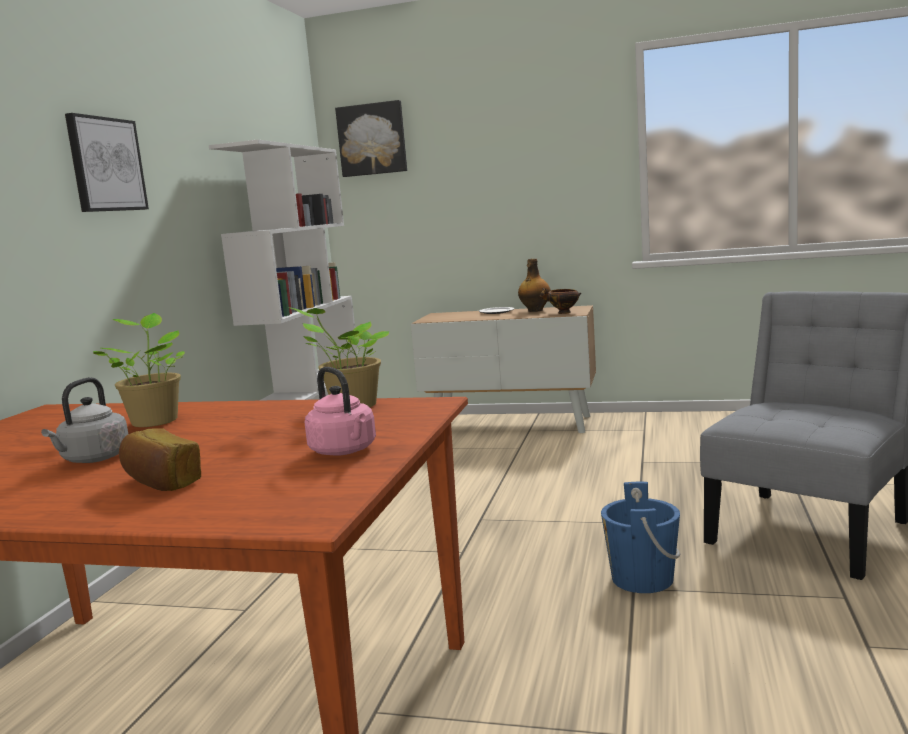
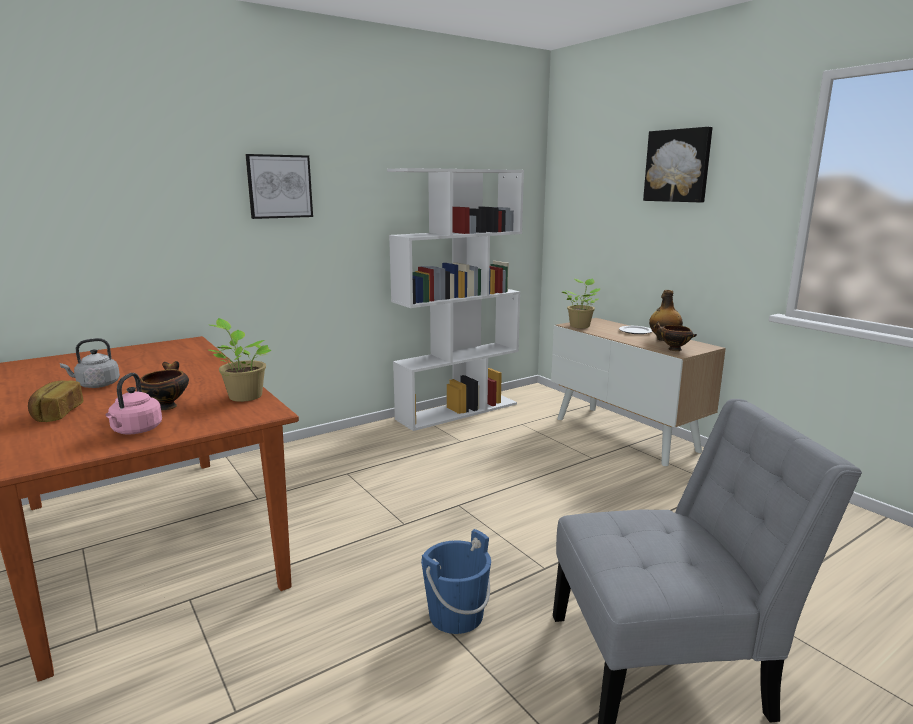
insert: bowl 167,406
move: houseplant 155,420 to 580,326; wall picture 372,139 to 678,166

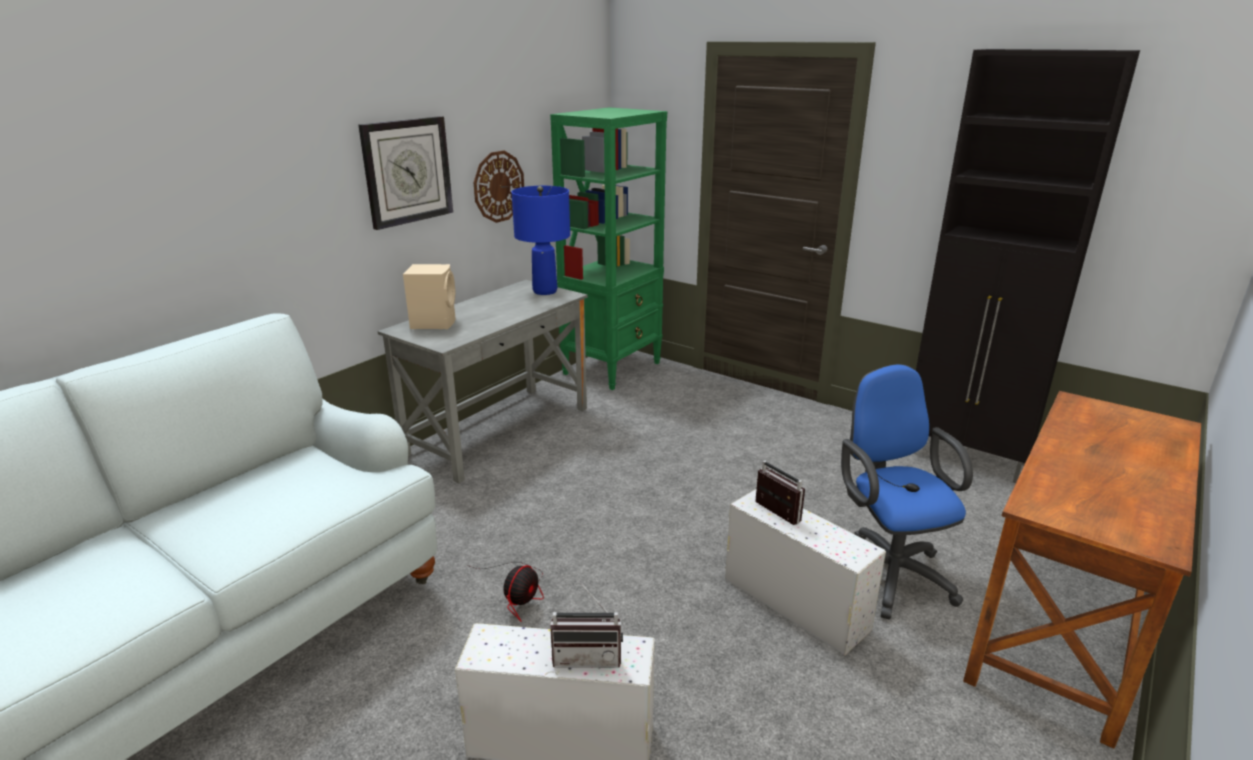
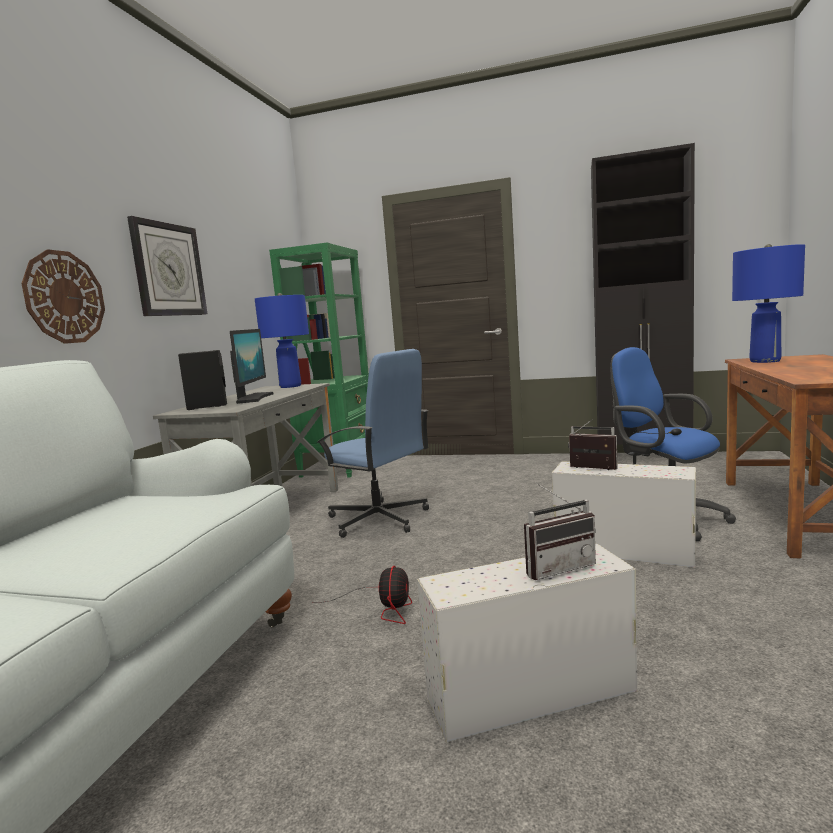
insert: computer display 253,398; computer chair (blue-coloured) 379,519; tabletop lamp (blue-coloured) 764,361
move: hanging clock 498,186 to 64,297
recolor: speaker (sand-coloured) 434,322 to speaker (blackish) 207,405

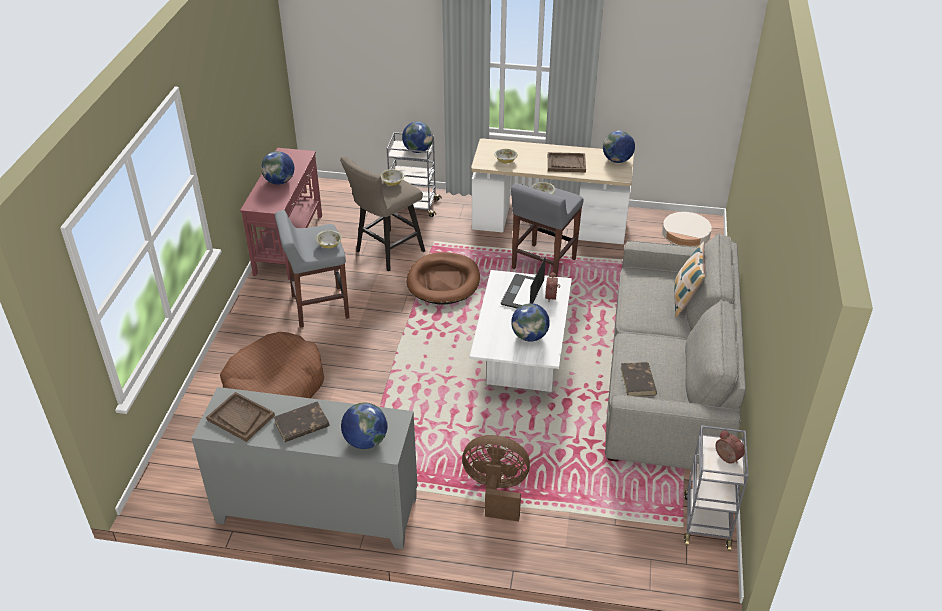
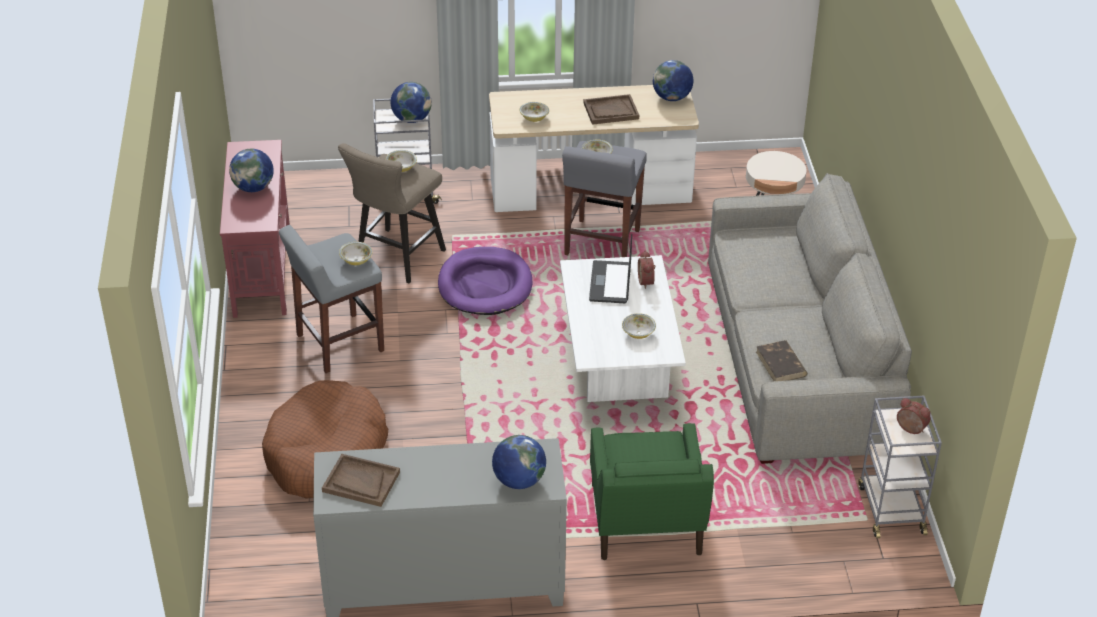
delete: book (brownish) 301,424; pillow 685,300
replace: cooling fan (brownish) 496,491 to easy chair (greenish) 645,522; desk globe 529,336 to bowl 638,333
recolor: dog bed (brownish) 443,281 to dog bed (purple-coloured) 485,285

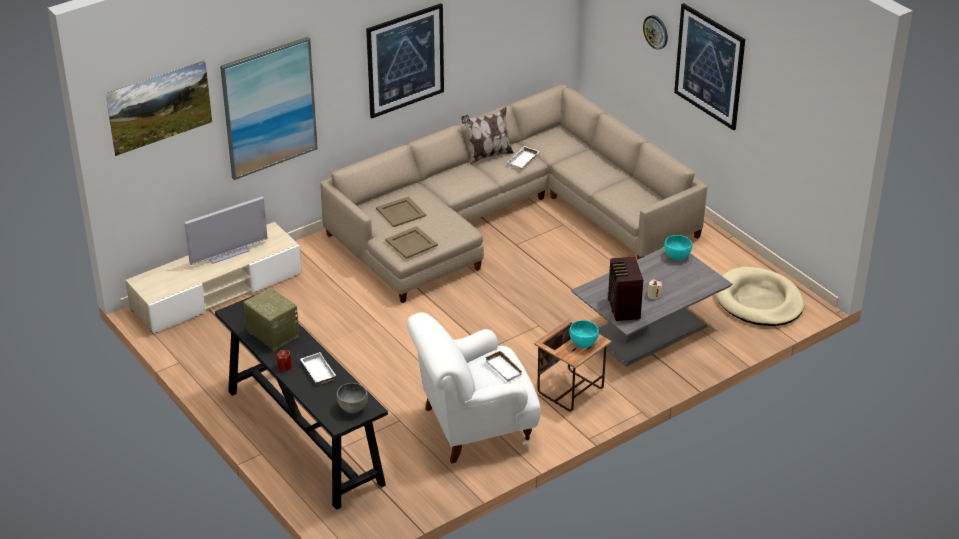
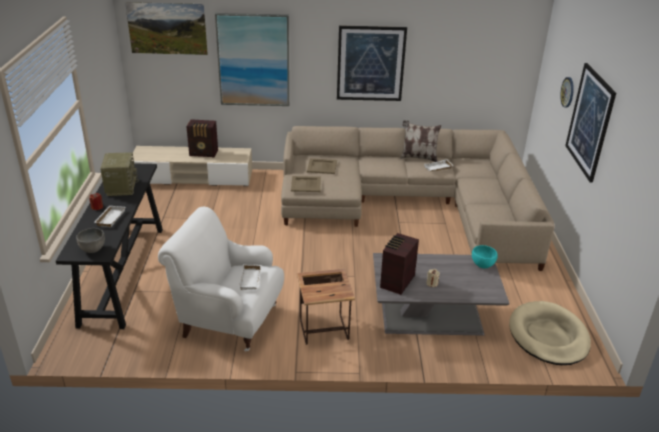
delete: bowl (turquoise) 583,343
replace: TV set 228,253 to radio receiver 204,153

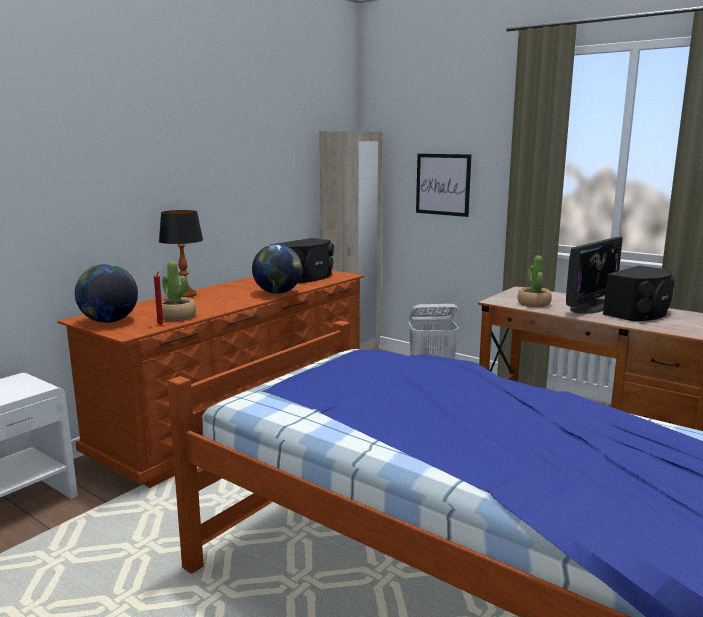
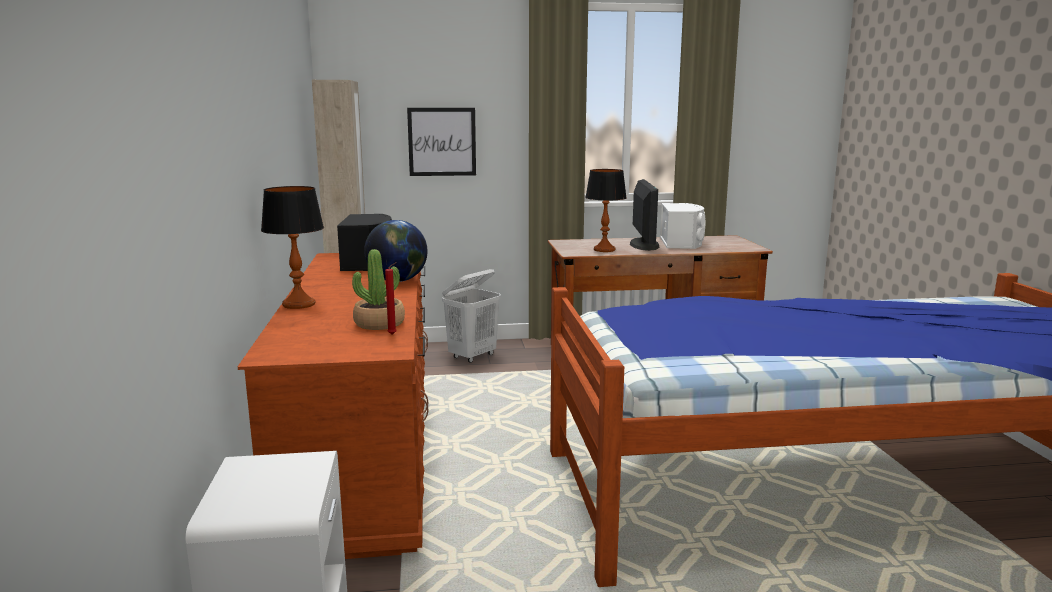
delete: desk globe 109,321
replace: houseplant 533,304 to tabletop lamp 604,250
recolor: speaker (blackish) 639,313 to speaker (whitish) 681,242

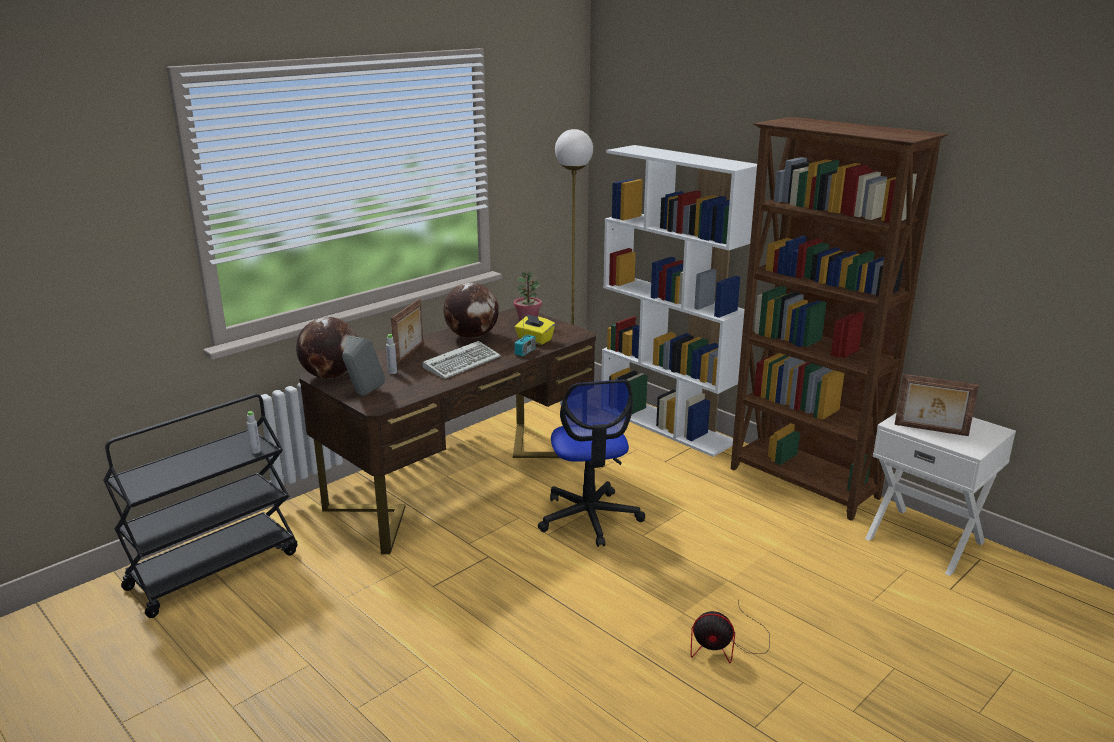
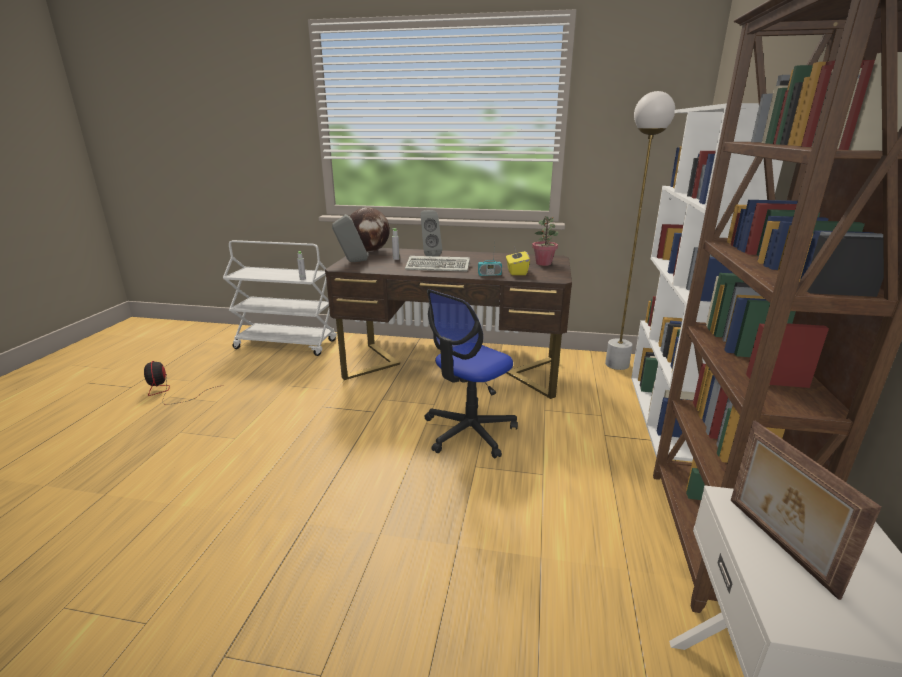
delete: desk globe 472,336
move: cooling fan 726,645 to 169,392
replace: picture frame 410,355 to speaker (greyish) 429,255
recolor: trolley (blackish) 214,569 to trolley (whitish) 287,344

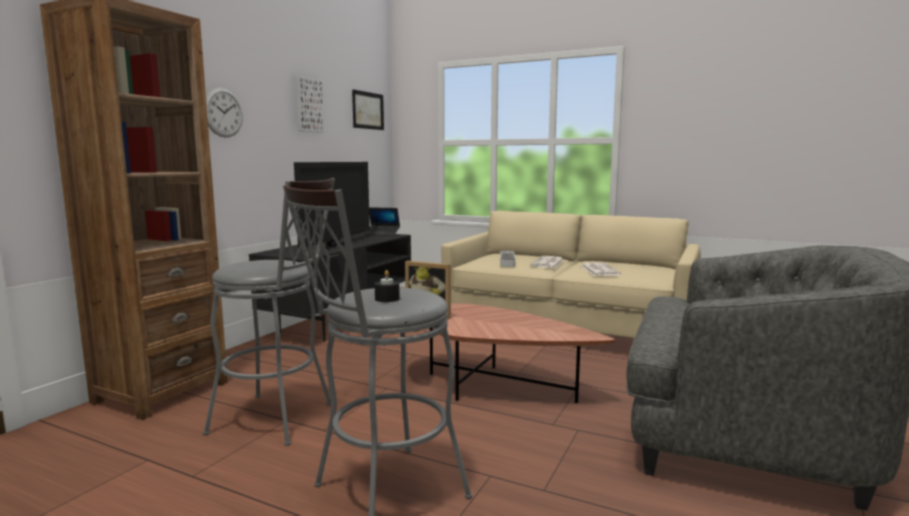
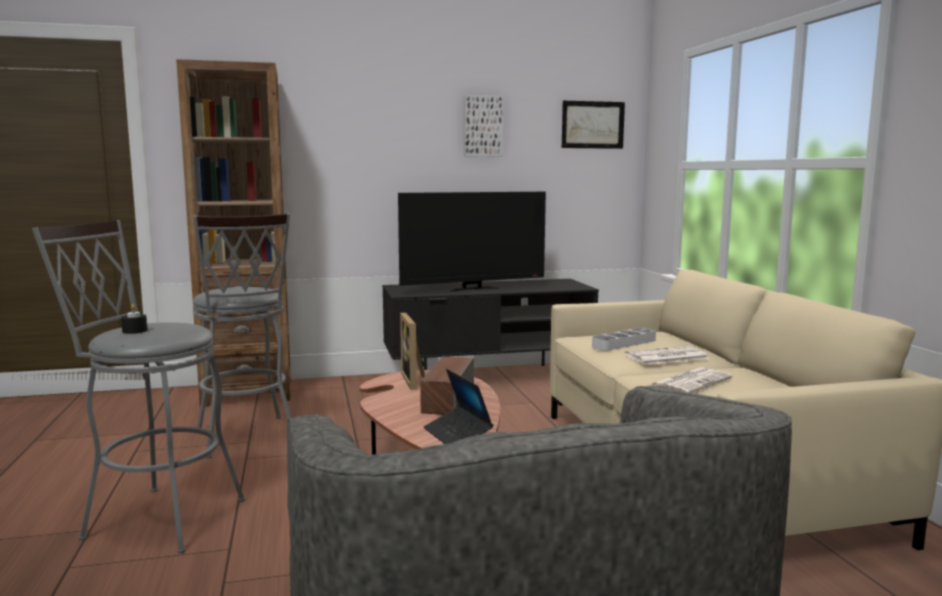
delete: hanging clock 223,112
insert: speaker 448,399
move: laptop 382,234 to 457,435

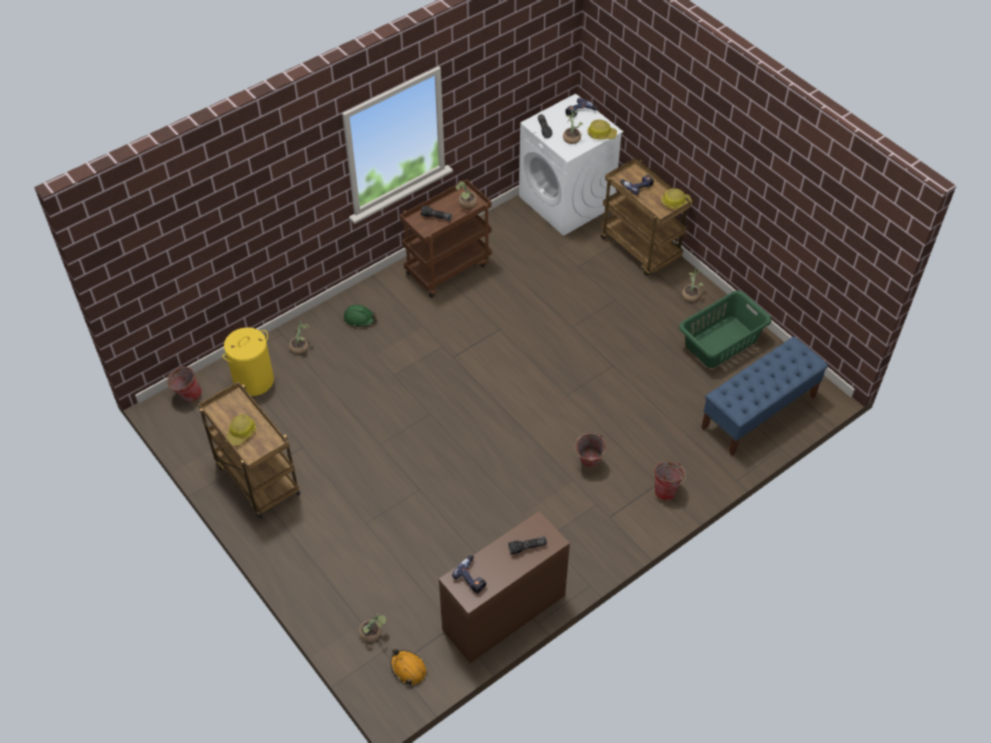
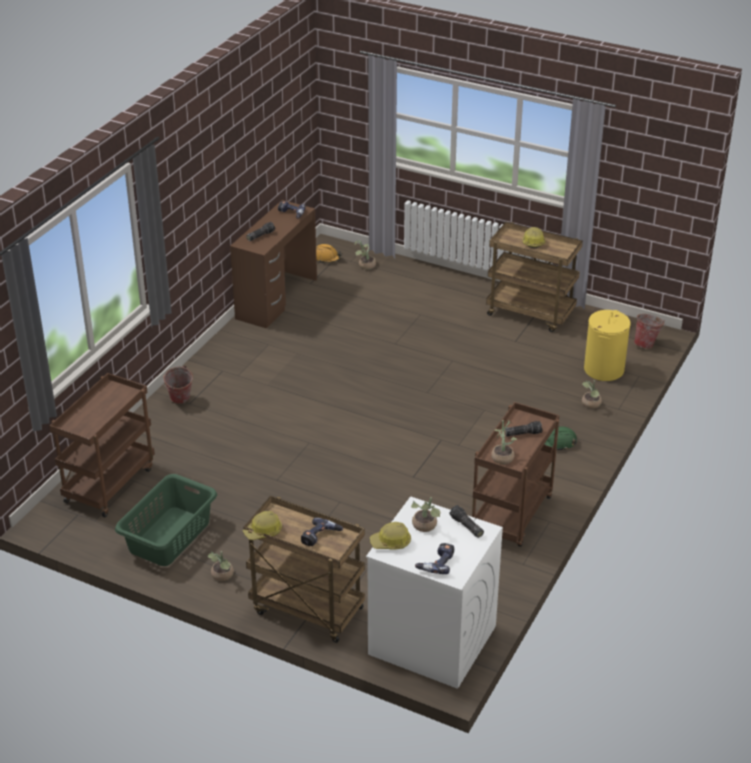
delete: pail 588,463
replace: indoor bench (blue-coloured) 758,412 to trolley (brownish) 109,483

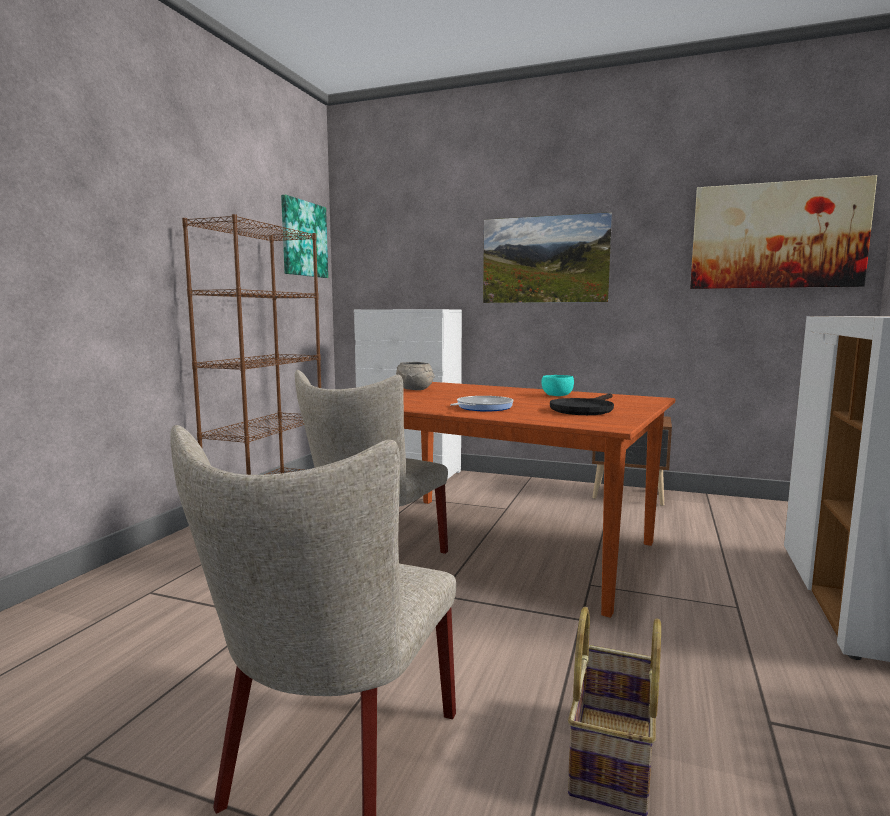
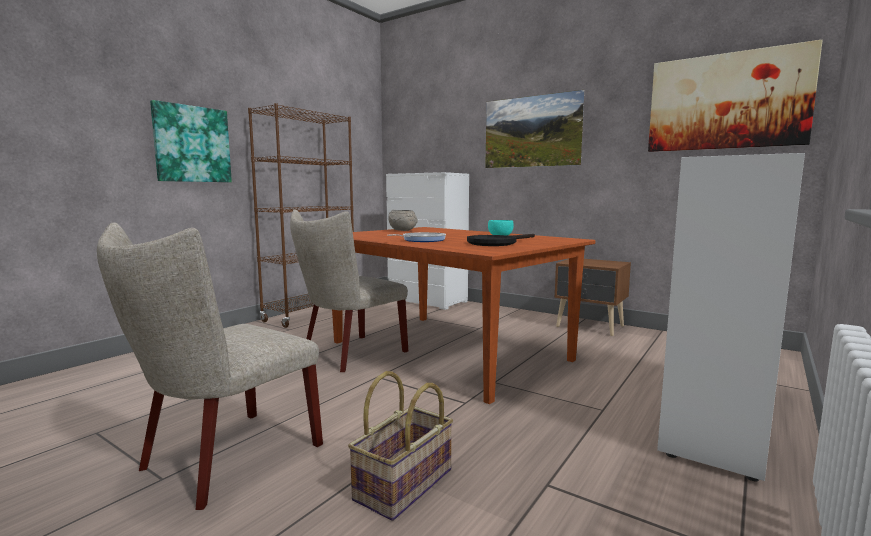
move: wall picture 303,239 to 192,144

